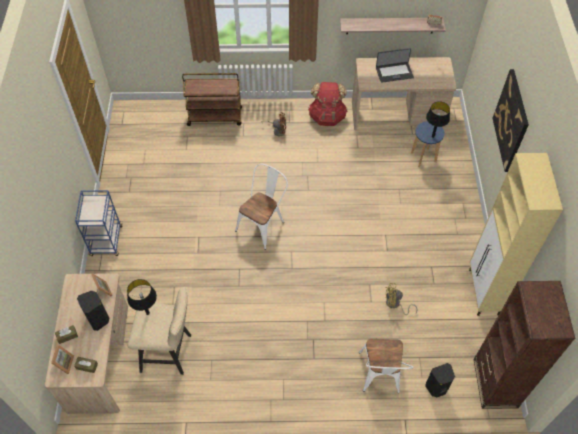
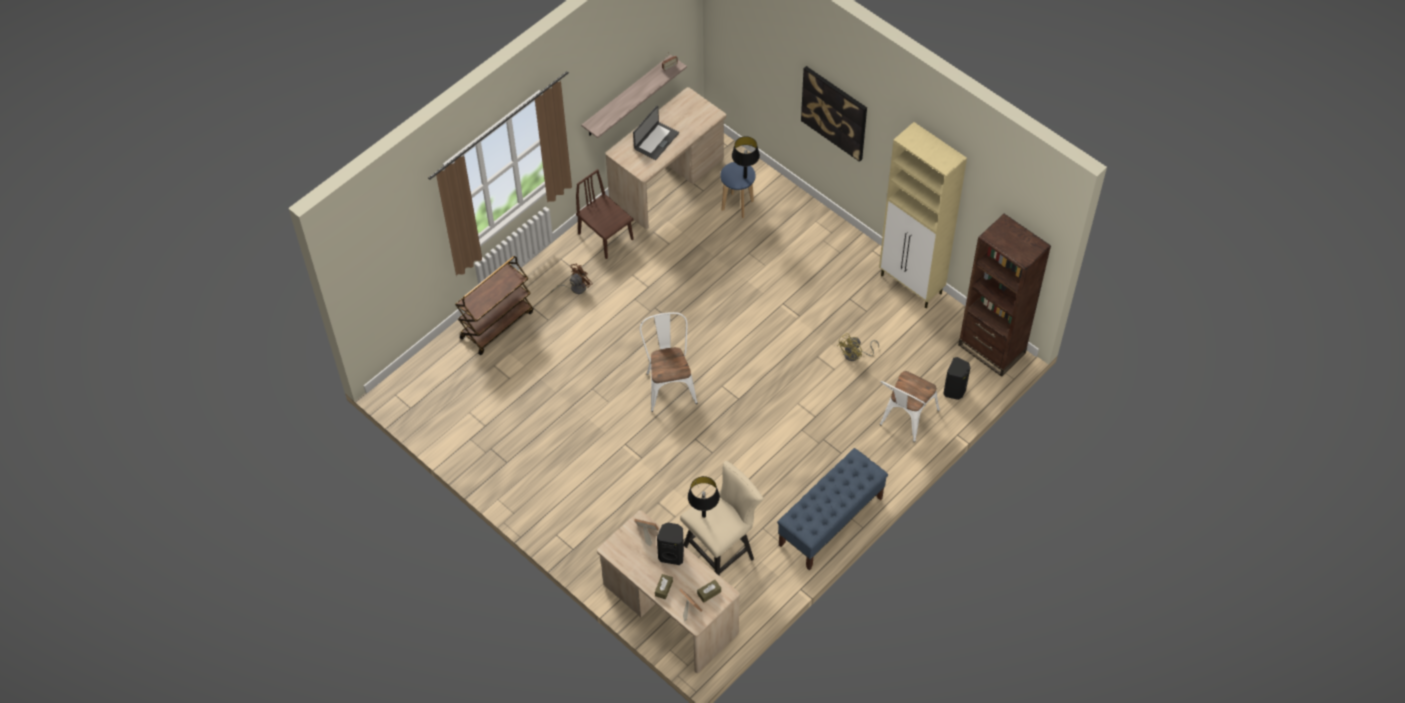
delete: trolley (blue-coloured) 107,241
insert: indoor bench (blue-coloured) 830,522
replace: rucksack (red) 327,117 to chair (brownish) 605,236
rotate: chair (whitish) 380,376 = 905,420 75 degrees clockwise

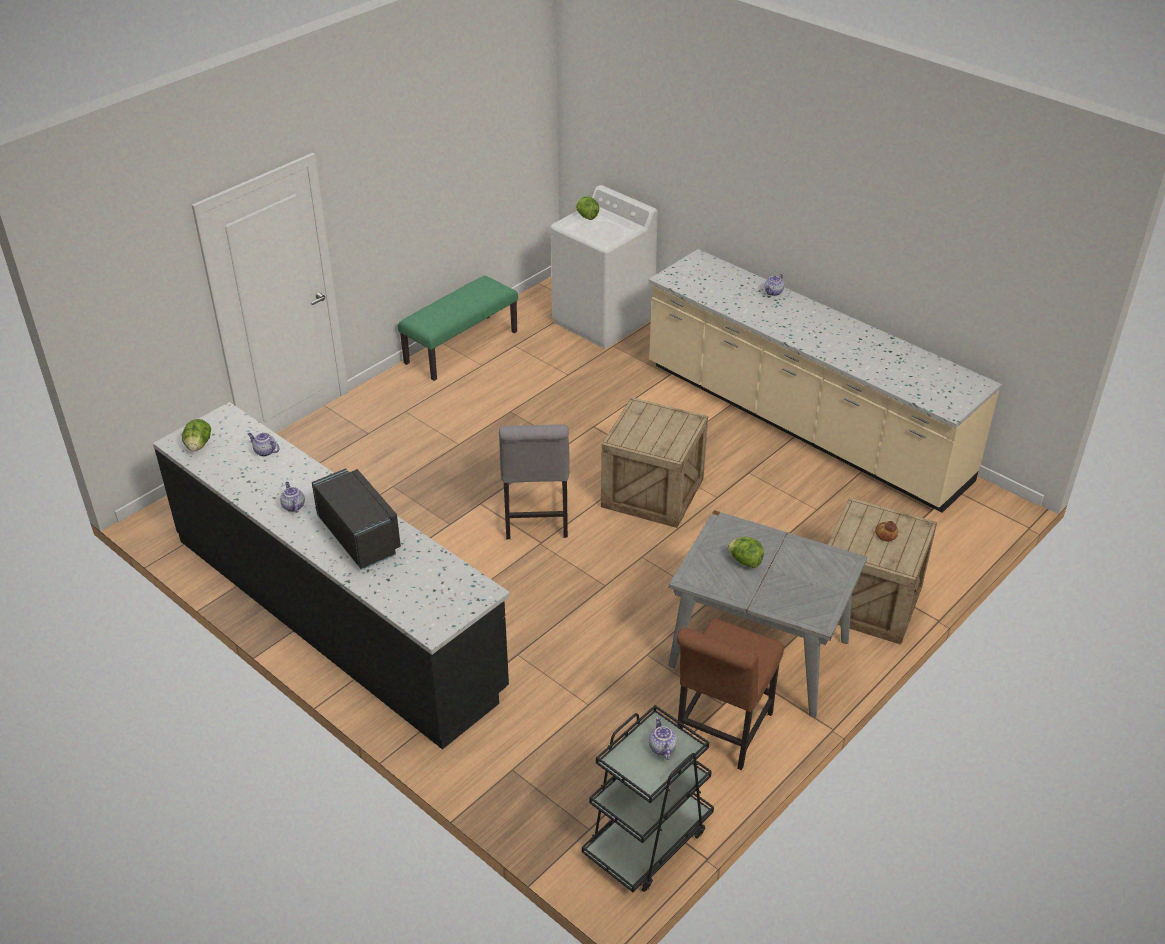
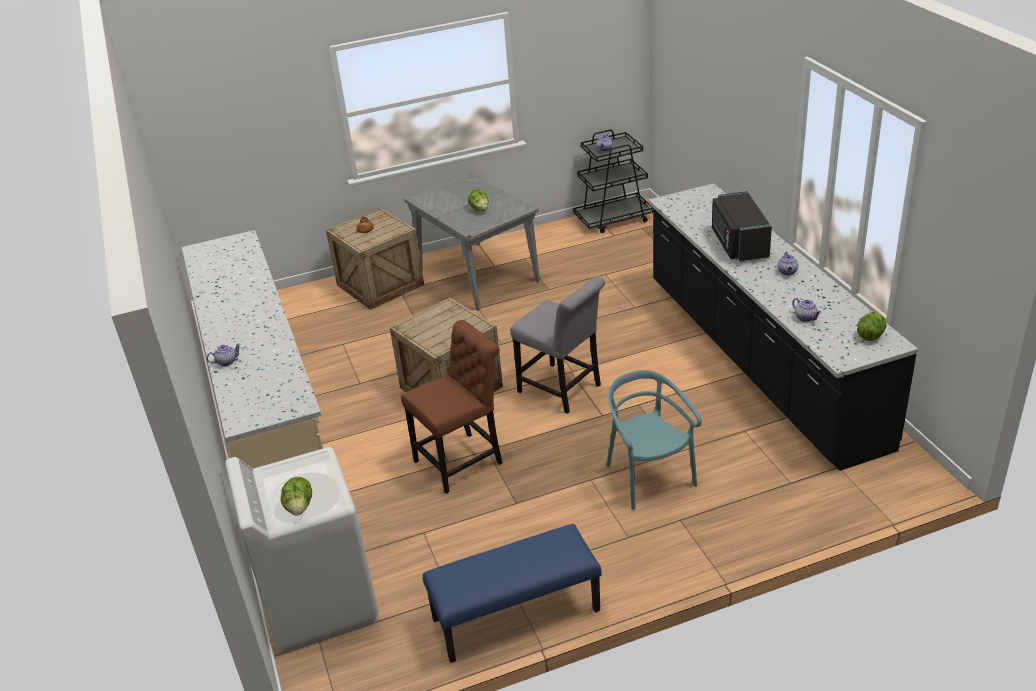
insert: chair (turquoise) 648,477
move: chair (brownish) 721,732 to 462,460
recolor: indoor bench (greenish) 461,347 to indoor bench (blue-coloured) 516,616
rotate: chair (greyish) 536,519 = 562,390 105 degrees clockwise

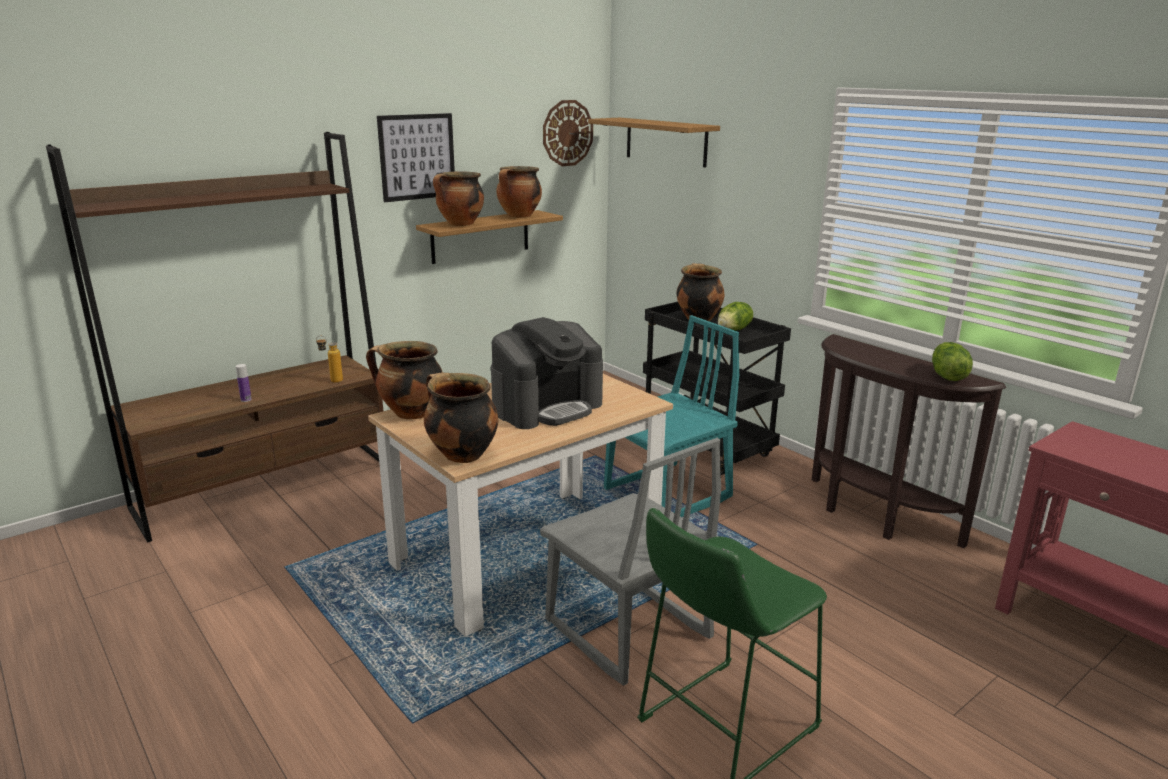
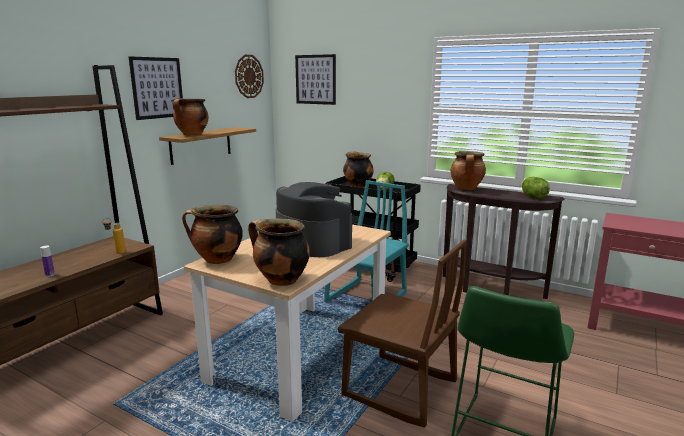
move: cooking pot 519,216 to 466,189
replace: shelf 666,141 to wall picture 315,79
recolor: chair (greyish) 626,630 to chair (brownish) 399,390
rotate: coffee machine 547,407 = 312,243 75 degrees counterclockwise

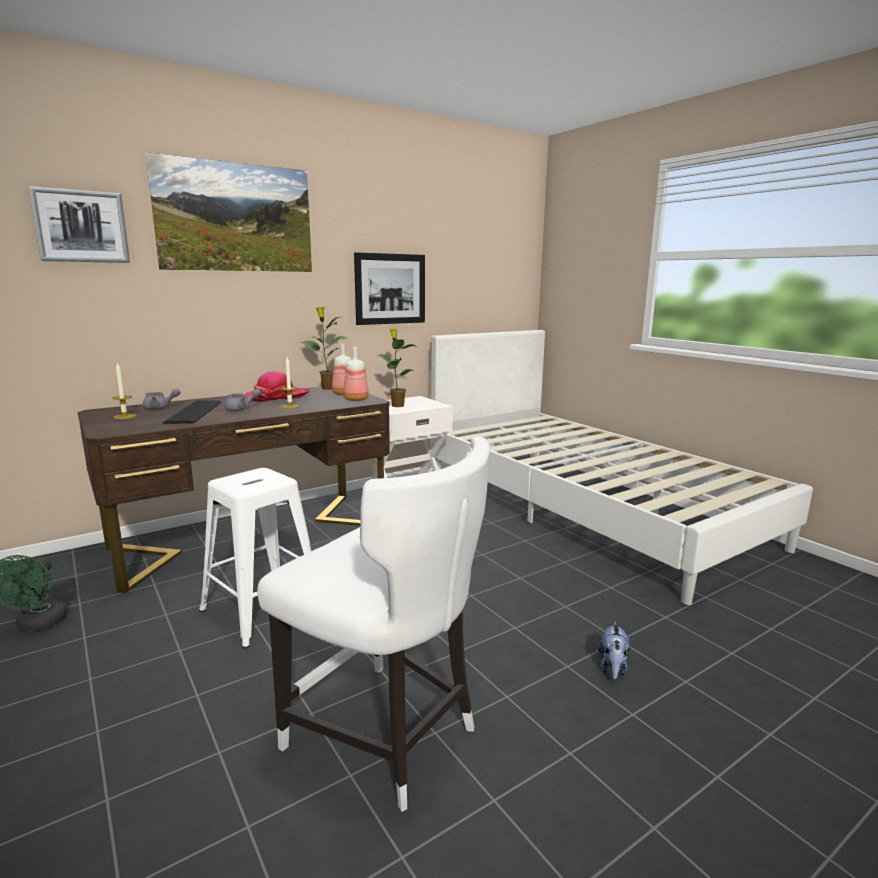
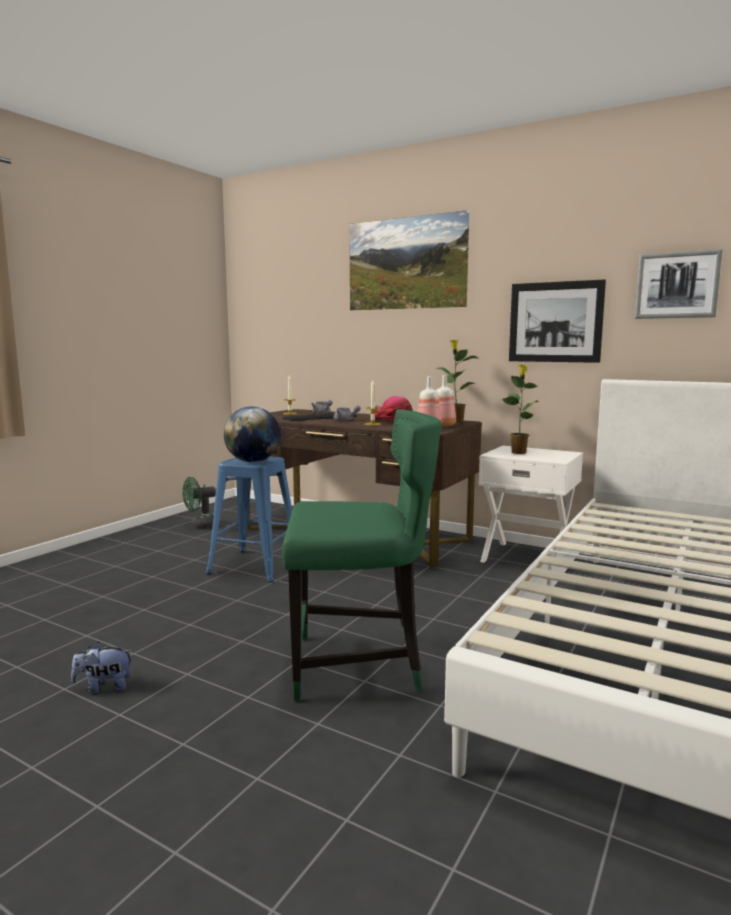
delete: chair (whitish) 385,735
insert: desk globe 253,462; chair (greenish) 360,665
move: wall picture 81,226 to 677,285; plush toy 613,668 to 104,687
recolor: stool (whitish) 262,610 to stool (blue-coloured) 254,565

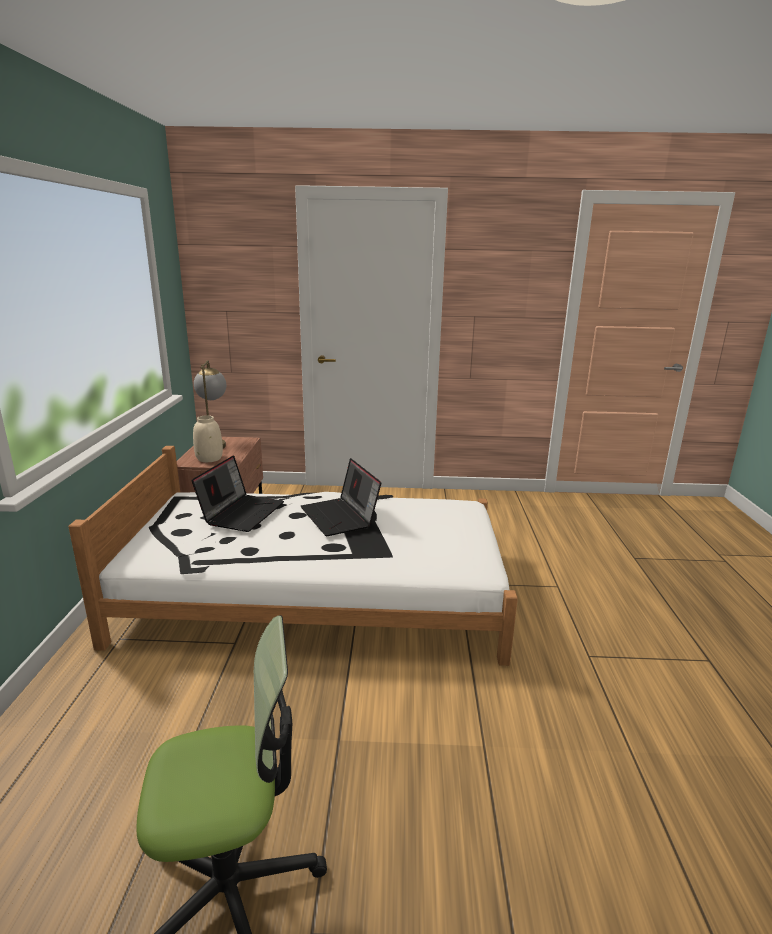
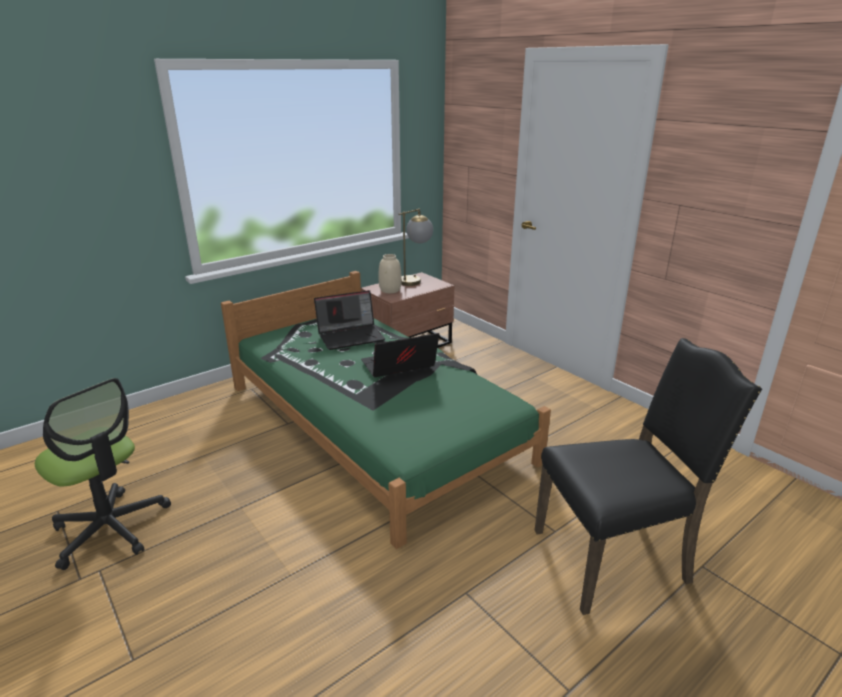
insert: chair (blackish) 615,557
recolor: bed (whitish) 316,593 to bed (greenish) 373,422
rotate: laptop 340,517 = 398,367 45 degrees clockwise

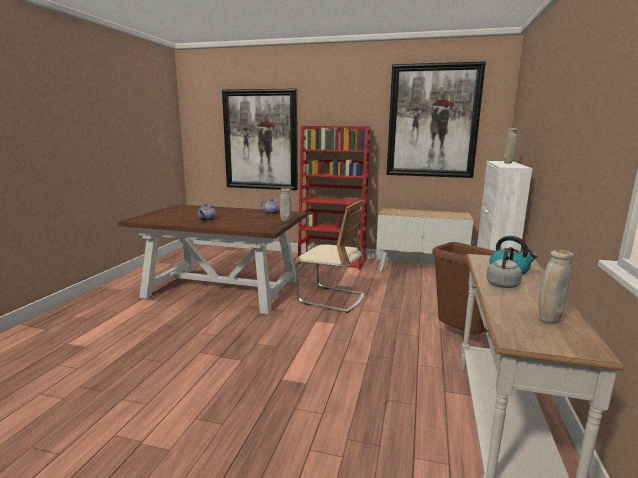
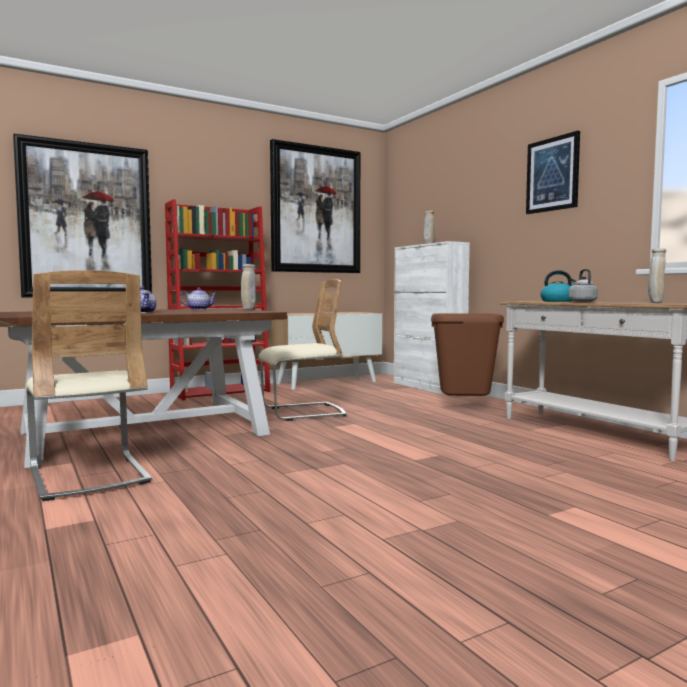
insert: chair (sand-coloured) 89,475; wall picture 552,174

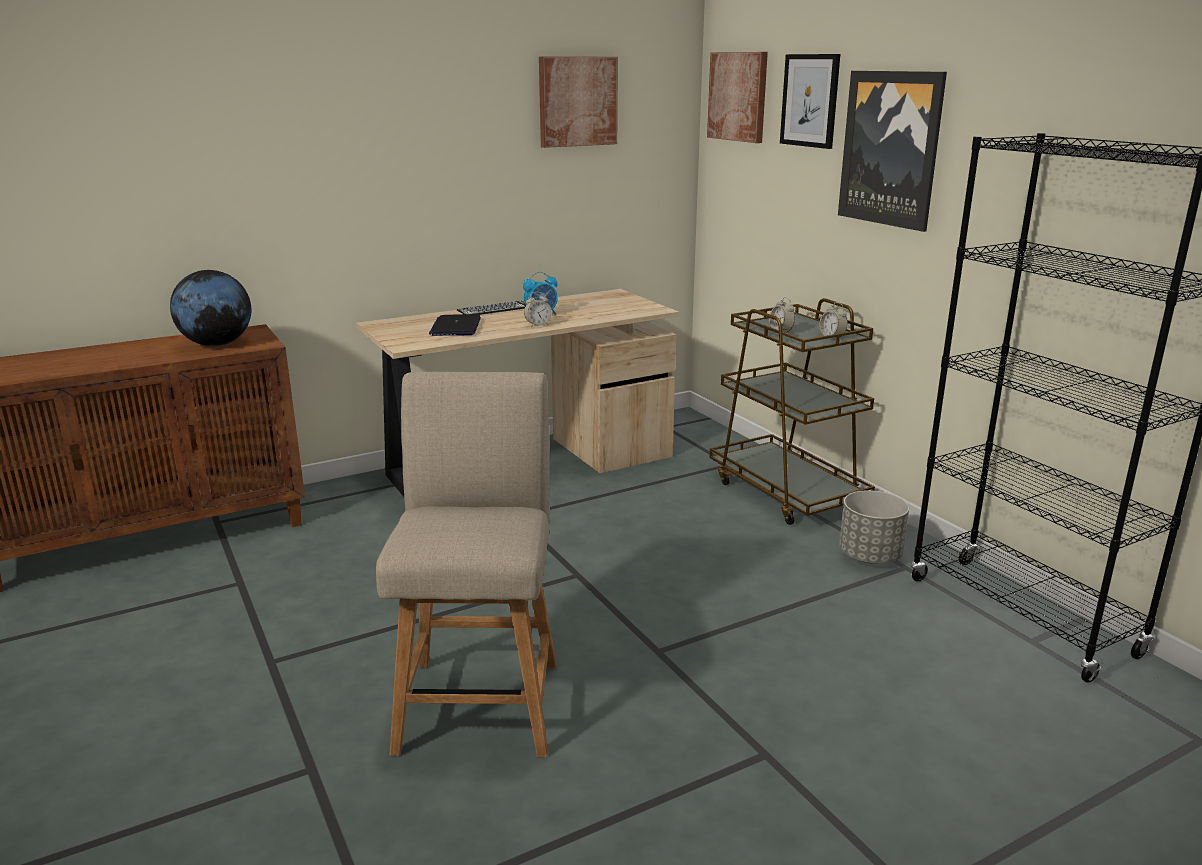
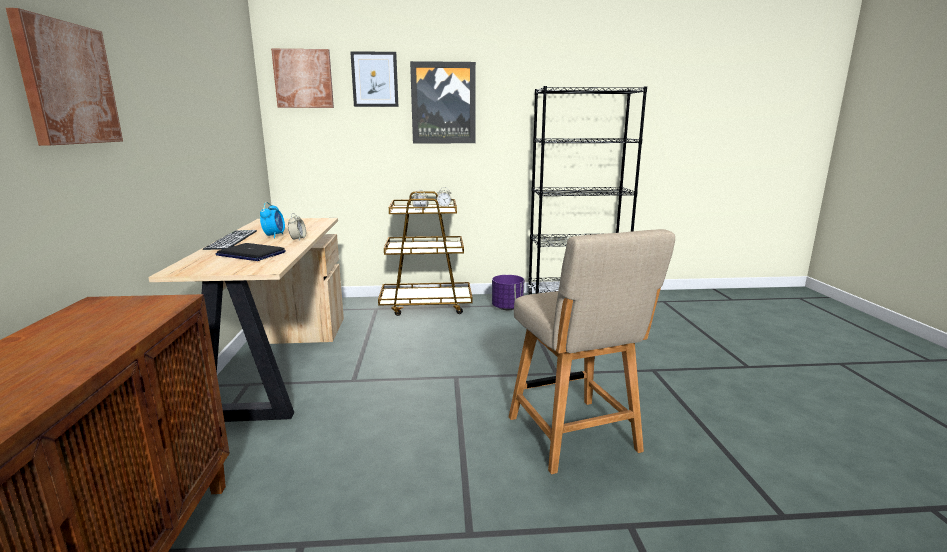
delete: desk globe 216,344
move: wall picture 577,101 to 67,84
recolor: planter (greyish) 870,556 to planter (purple-coloured) 507,308
rotate: chair (sand-coloured) 480,699 = 575,437 135 degrees counterclockwise

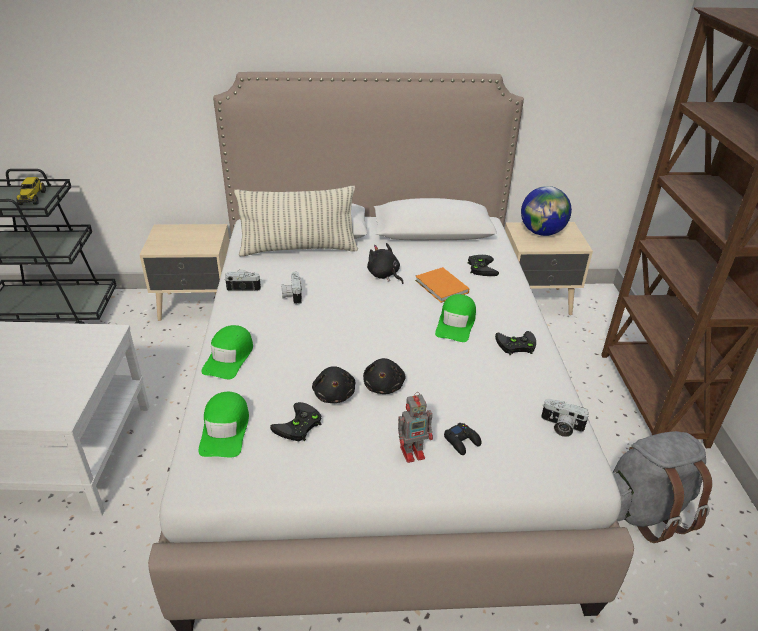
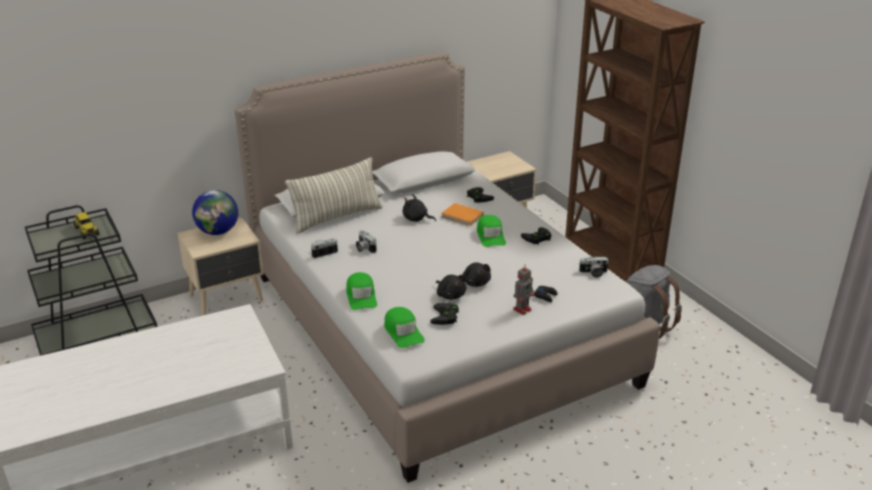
move: desk globe 542,232 to 218,232

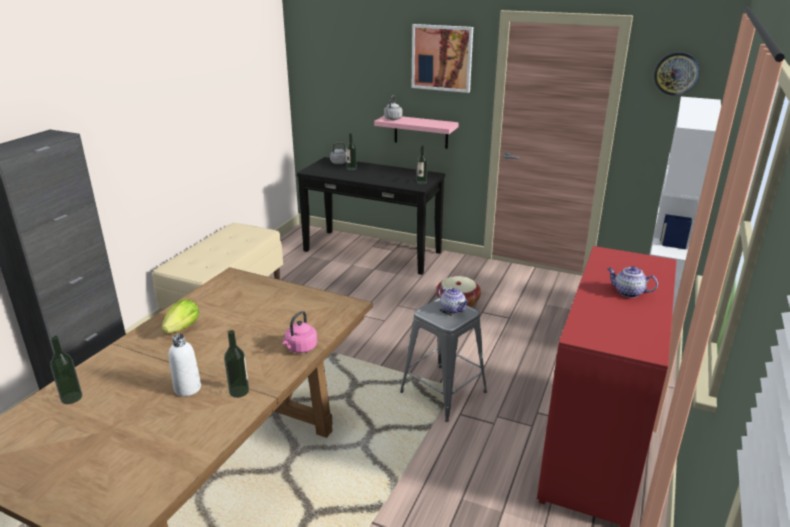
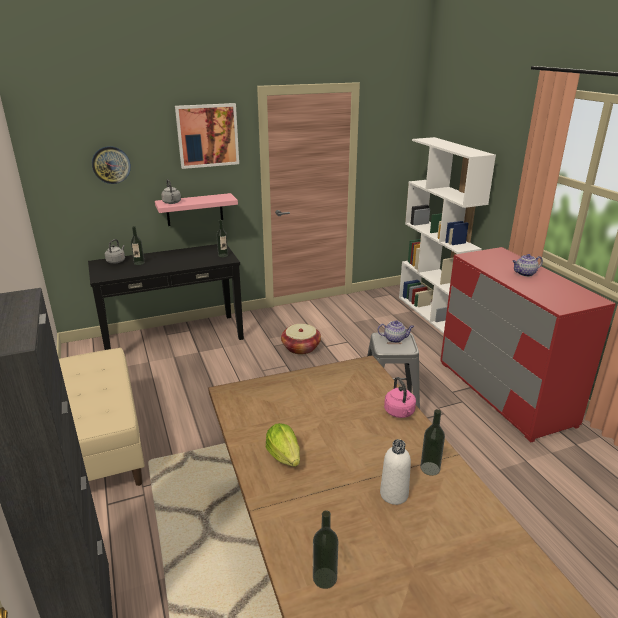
move: hanging clock 676,73 to 111,165

